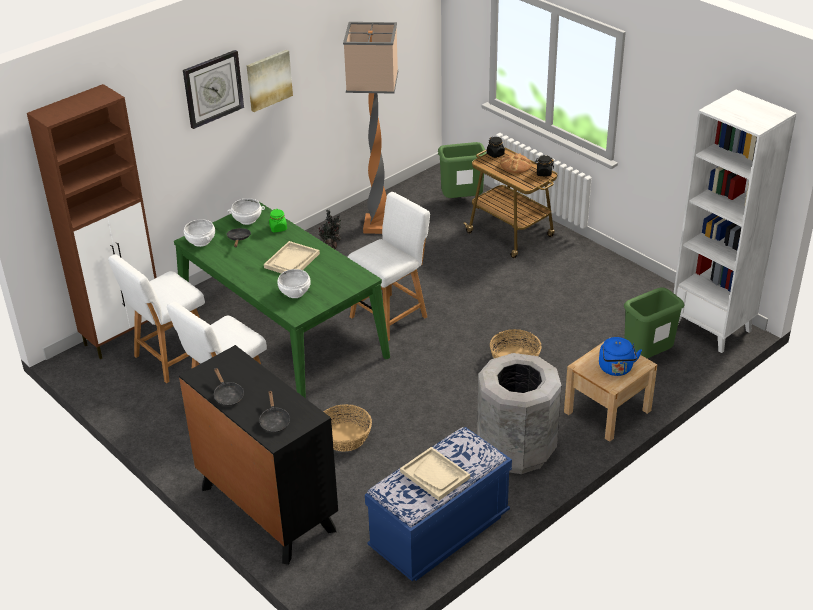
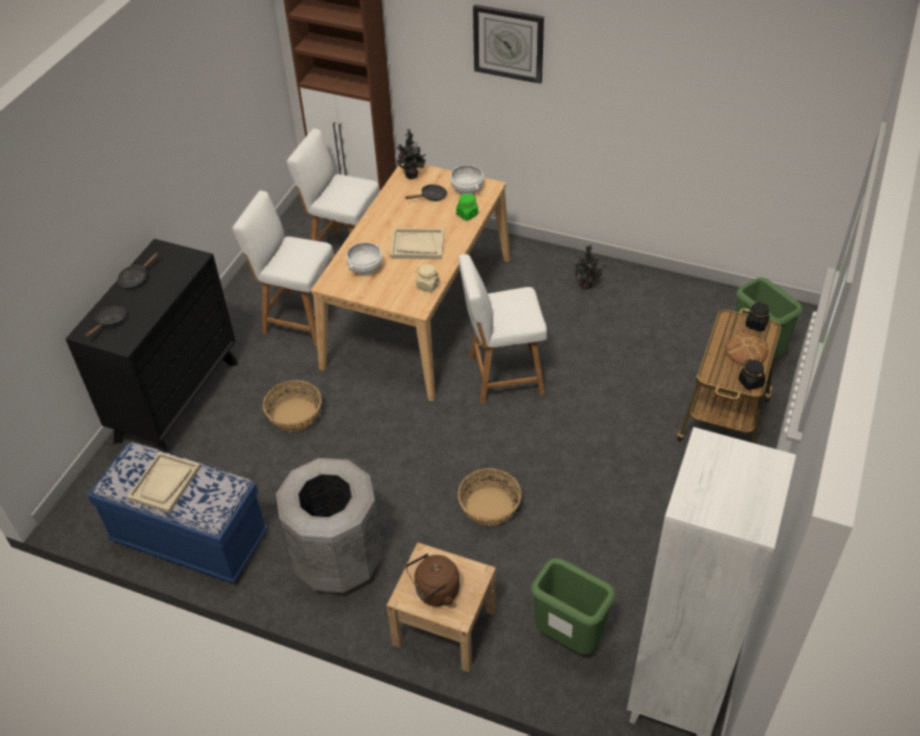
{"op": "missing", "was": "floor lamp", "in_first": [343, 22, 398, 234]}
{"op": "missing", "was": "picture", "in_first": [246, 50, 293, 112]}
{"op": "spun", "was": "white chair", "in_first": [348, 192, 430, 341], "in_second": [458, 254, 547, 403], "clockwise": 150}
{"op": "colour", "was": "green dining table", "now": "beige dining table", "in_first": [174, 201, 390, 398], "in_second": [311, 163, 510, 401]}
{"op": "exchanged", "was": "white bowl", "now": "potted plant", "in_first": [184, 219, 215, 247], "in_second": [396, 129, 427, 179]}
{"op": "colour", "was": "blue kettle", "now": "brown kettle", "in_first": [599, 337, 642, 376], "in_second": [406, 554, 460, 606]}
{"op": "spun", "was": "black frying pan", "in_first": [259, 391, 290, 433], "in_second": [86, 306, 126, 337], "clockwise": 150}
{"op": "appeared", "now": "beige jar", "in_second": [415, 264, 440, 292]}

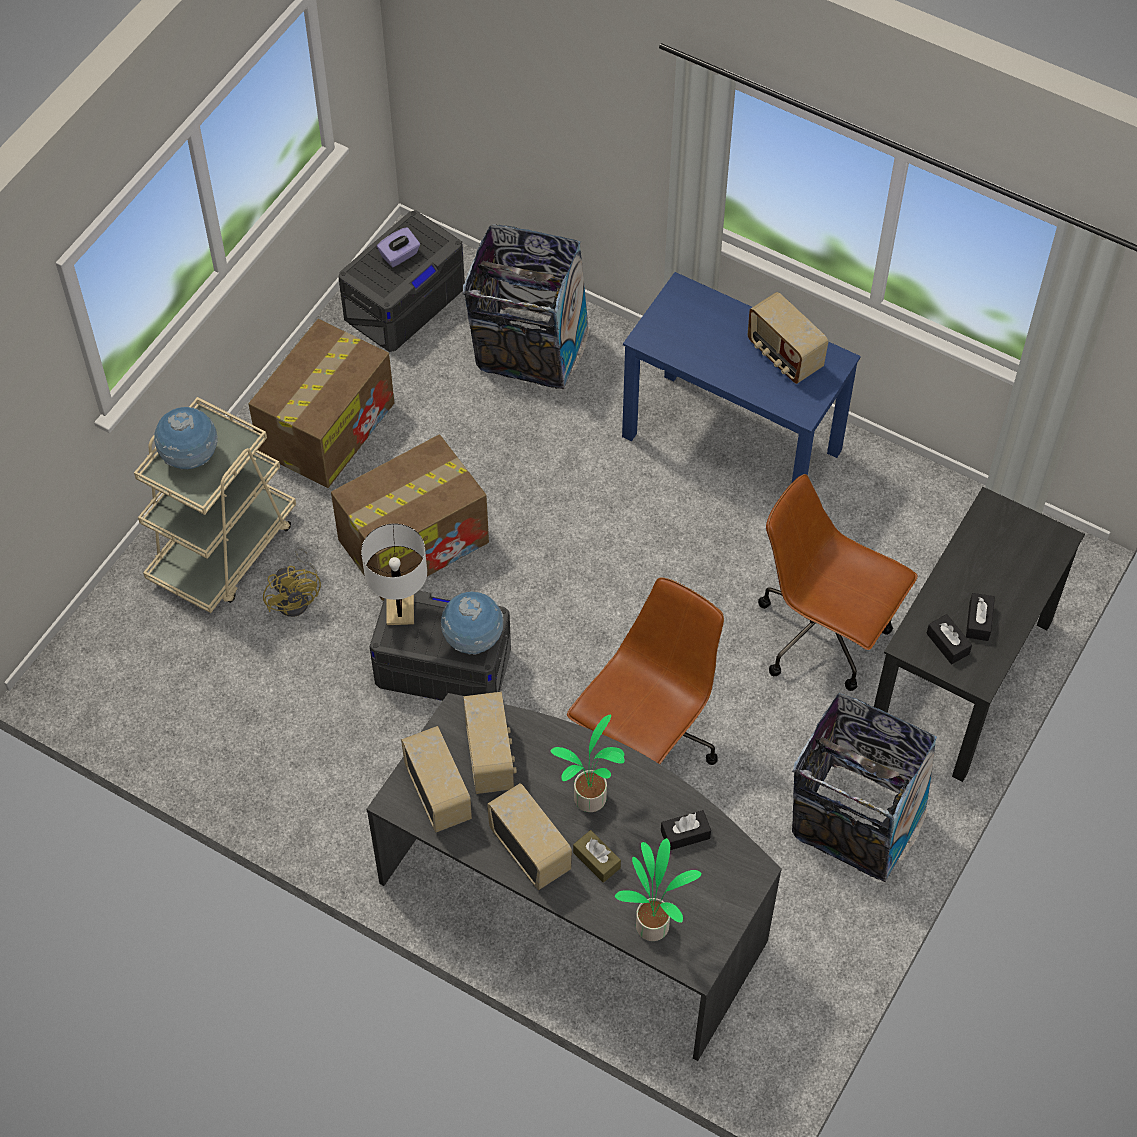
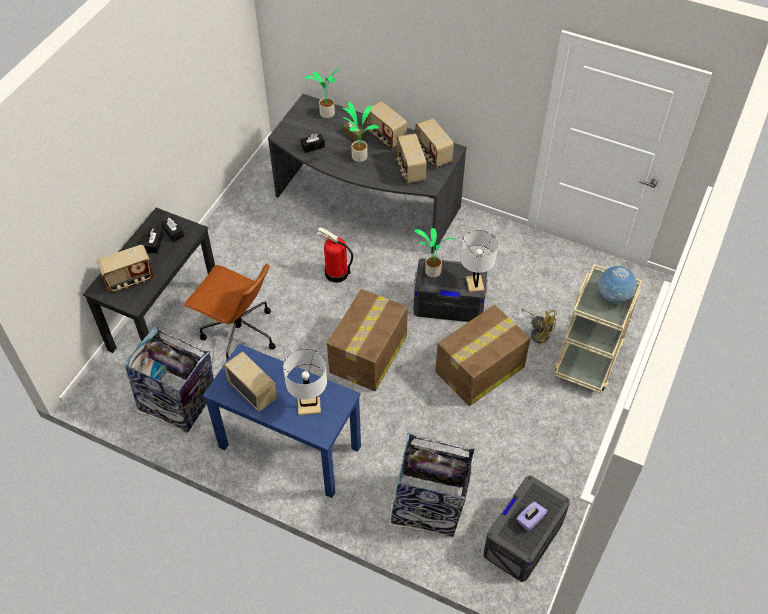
{"op": "relocated", "was": "cardboard box", "in_first": [249, 319, 394, 488], "in_second": [327, 289, 408, 391]}
{"op": "spun", "was": "yellow fan", "in_first": [263, 547, 321, 617], "in_second": [522, 308, 557, 343], "clockwise": 150}
{"op": "exchanged", "was": "brown office chair", "now": "fire extinguisher", "in_first": [567, 578, 724, 765], "in_second": [316, 227, 353, 283]}
{"op": "exchanged", "was": "globe", "now": "potted plant", "in_first": [441, 591, 504, 655], "in_second": [414, 228, 457, 278]}
{"op": "relocated", "was": "trash can", "in_first": [792, 693, 937, 882], "in_second": [124, 326, 214, 433]}
{"op": "appeared", "now": "radio", "in_second": [97, 245, 154, 293]}
{"op": "appeared", "now": "white table lamp", "in_second": [283, 349, 327, 415]}

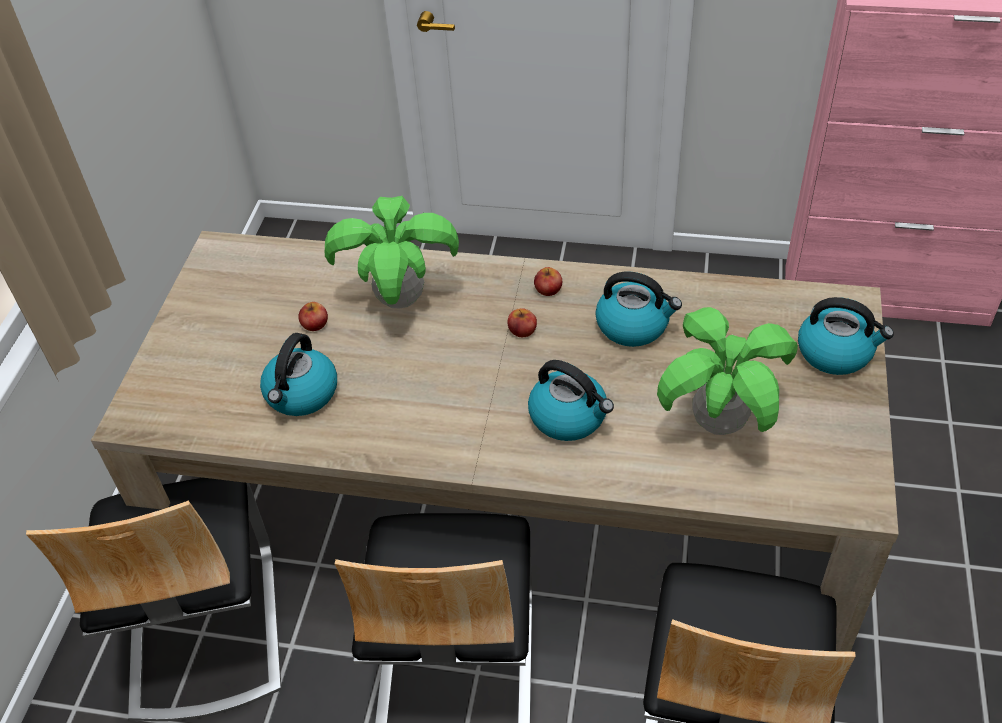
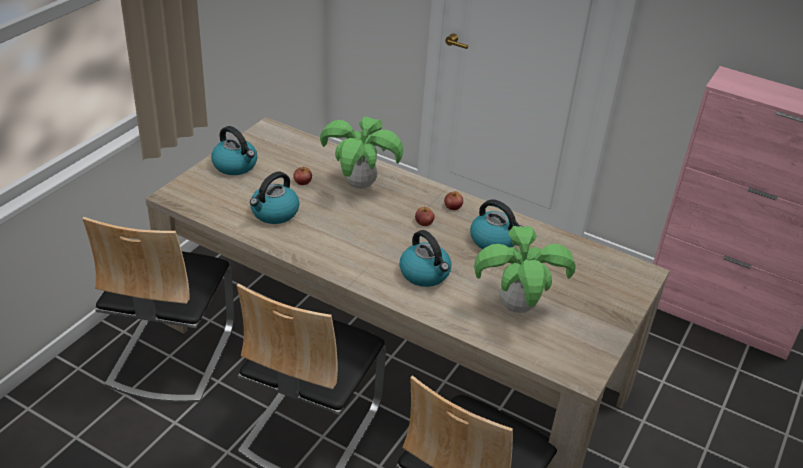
{"op": "relocated", "was": "kettle", "in_first": [798, 297, 894, 375], "in_second": [211, 126, 257, 175]}

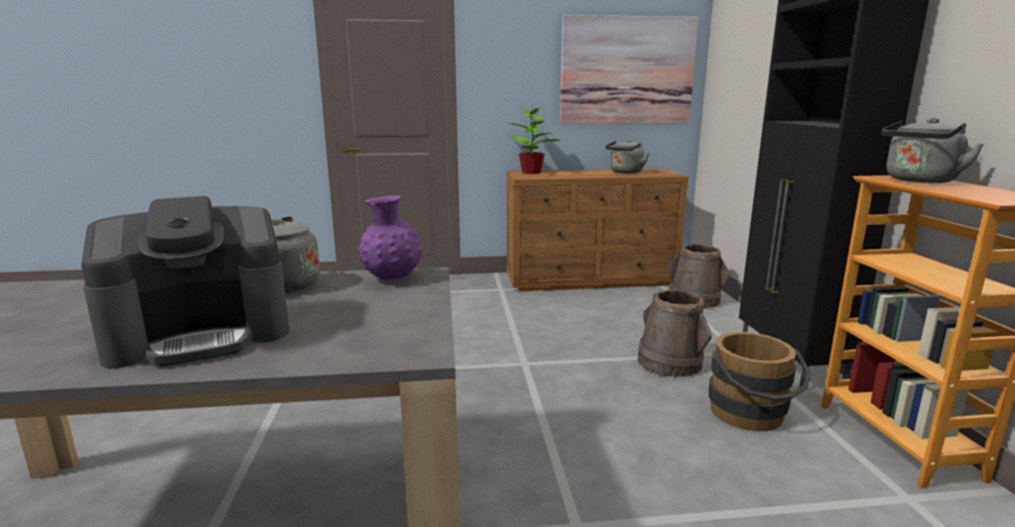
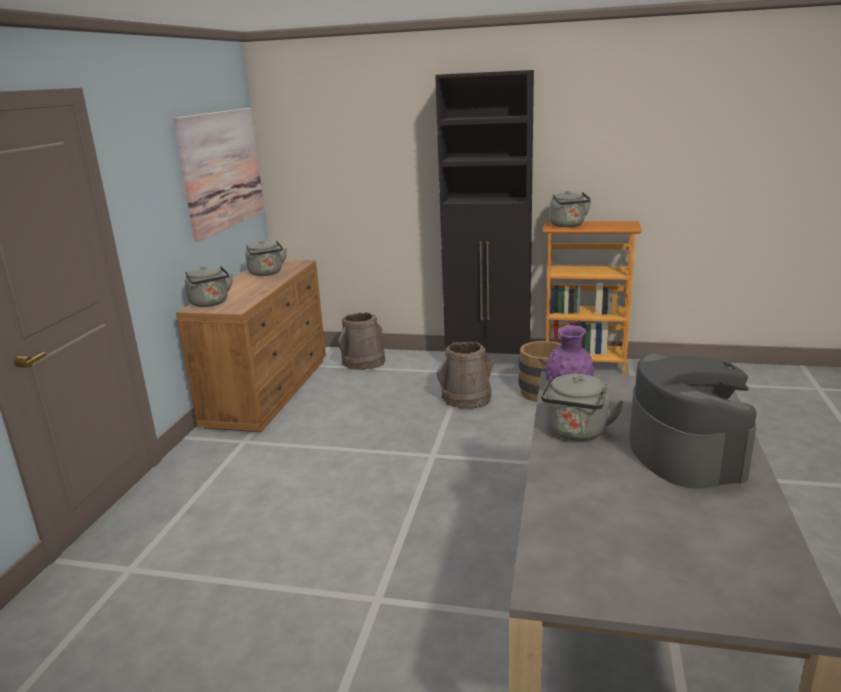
{"op": "exchanged", "was": "potted plant", "now": "grey kettle", "in_first": [507, 107, 560, 174], "in_second": [185, 266, 233, 307]}

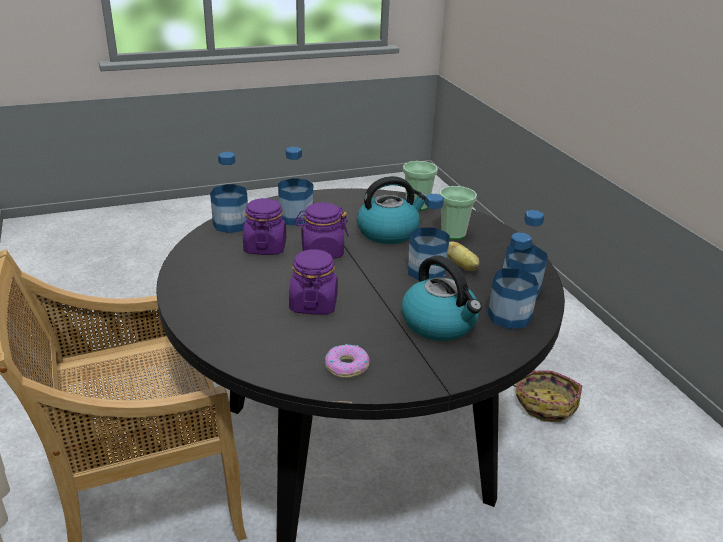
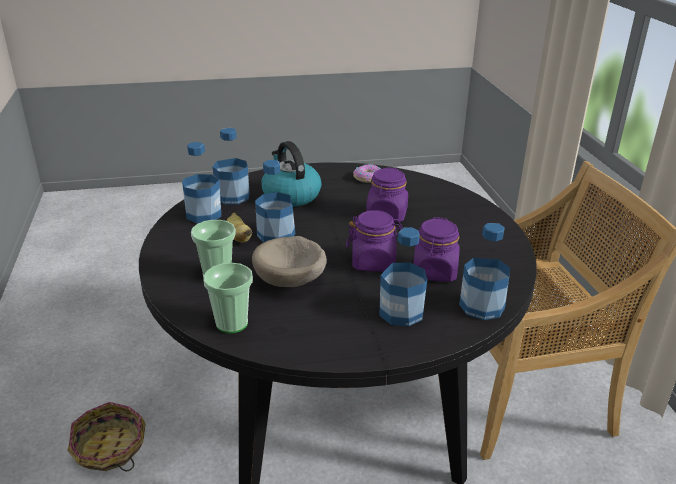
{"op": "exchanged", "was": "kettle", "now": "beige bowl", "in_first": [357, 176, 427, 244], "in_second": [252, 236, 327, 287]}

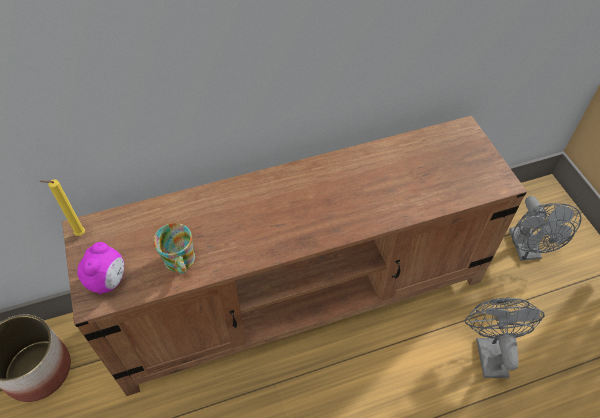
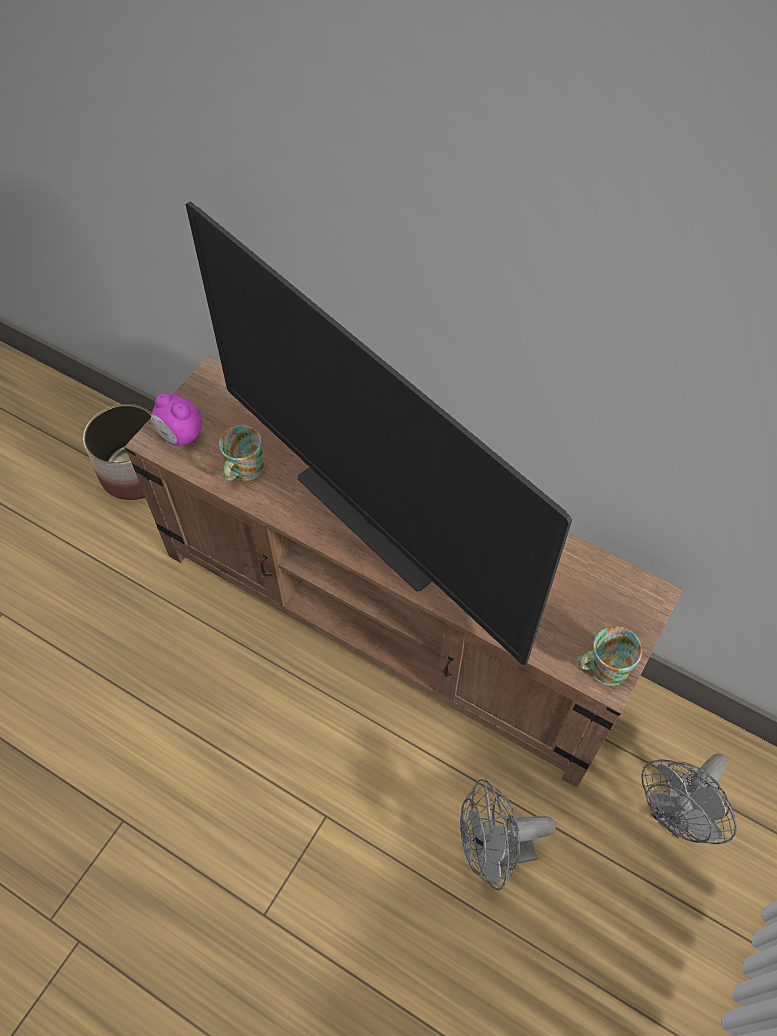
{"op": "missing", "was": "yellow candle", "in_first": [39, 179, 85, 236]}
{"op": "spun", "was": "alarm clock", "in_first": [77, 242, 124, 295], "in_second": [151, 393, 202, 446], "clockwise": 60}
{"op": "spun", "was": "grey fan", "in_first": [465, 297, 545, 378], "in_second": [460, 779, 556, 890], "clockwise": -150}
{"op": "appeared", "now": "television", "in_second": [186, 201, 572, 665]}
{"op": "appeared", "now": "mug", "in_second": [577, 626, 642, 686]}

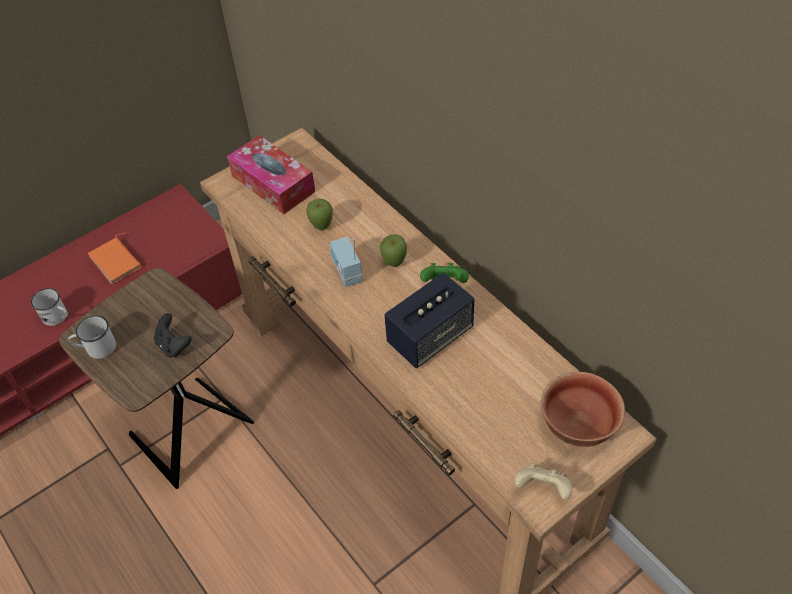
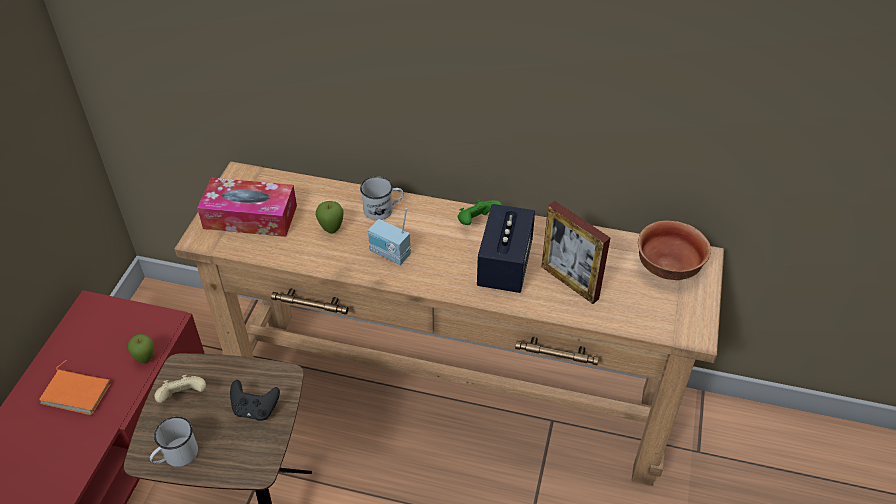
{"op": "relocated", "was": "apple", "in_first": [380, 234, 407, 267], "in_second": [128, 334, 154, 363]}
{"op": "relocated", "was": "white mug", "in_first": [31, 288, 69, 326], "in_second": [360, 177, 404, 220]}
{"op": "relocated", "was": "beige game controller", "in_first": [514, 463, 572, 500], "in_second": [154, 375, 206, 403]}
{"op": "appeared", "now": "picture frame", "in_second": [541, 201, 610, 304]}

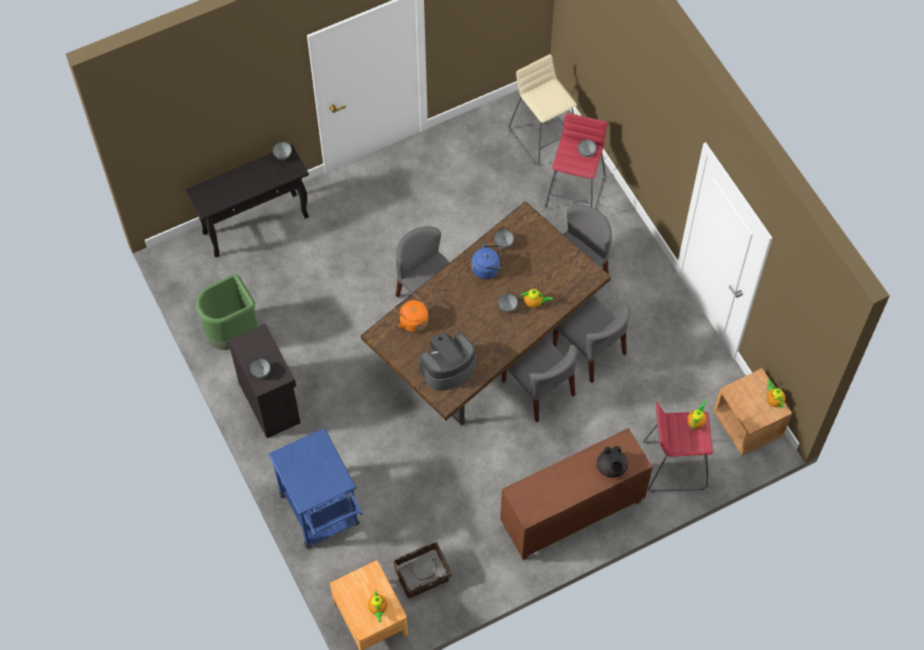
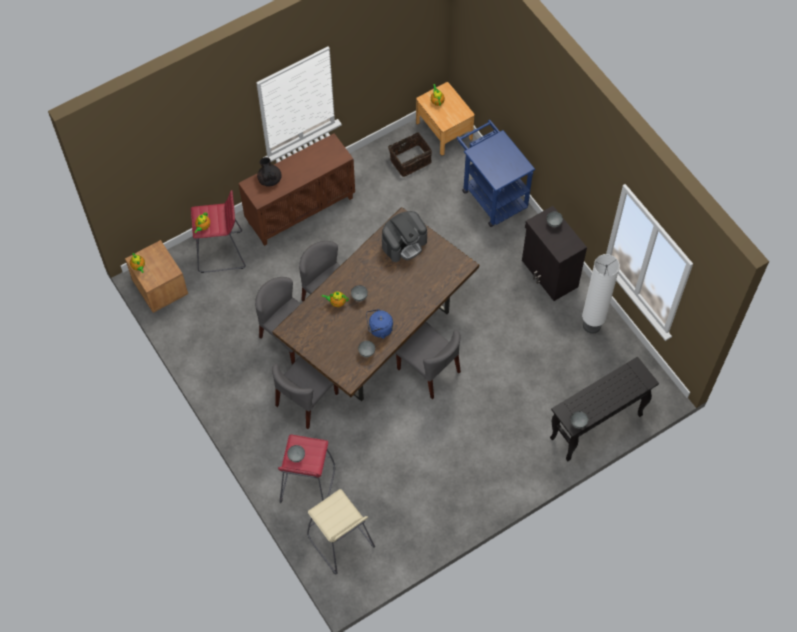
{"op": "exchanged", "was": "green trash can", "now": "white floor lamp", "in_first": [196, 274, 258, 350], "in_second": [582, 254, 620, 334]}
{"op": "missing", "was": "orange kettle", "in_first": [394, 294, 428, 332]}

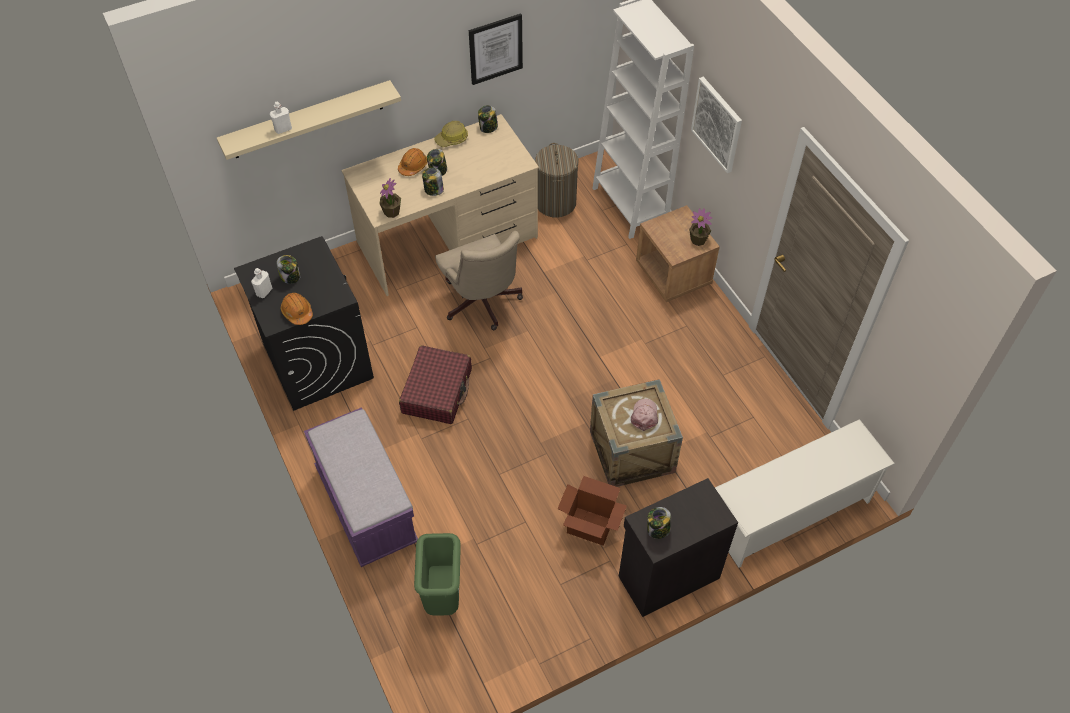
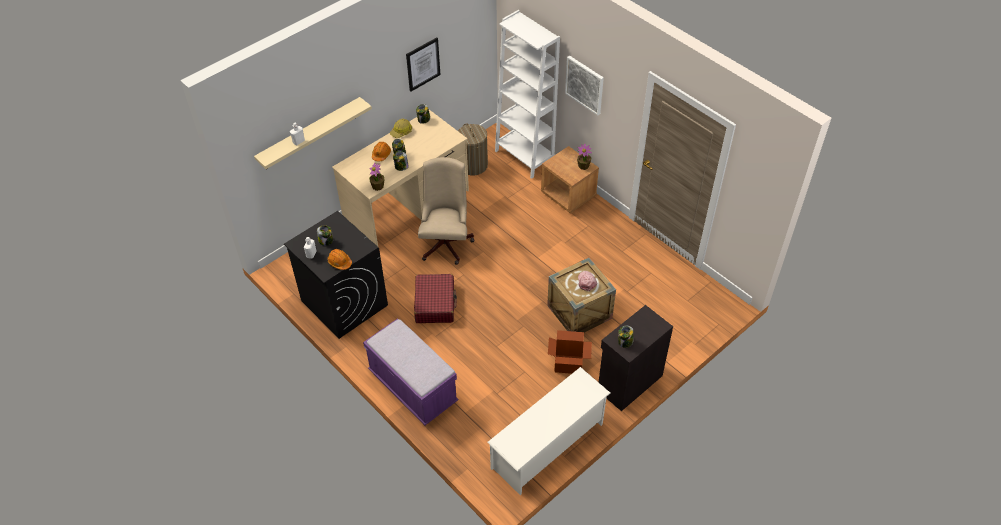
{"op": "spun", "was": "beige office chair", "in_first": [435, 231, 523, 330], "in_second": [418, 157, 474, 265], "clockwise": -135}
{"op": "relocated", "was": "white shoe rack", "in_first": [715, 419, 895, 567], "in_second": [487, 367, 610, 495]}
{"op": "missing", "was": "green trash can", "in_first": [414, 533, 461, 616]}

